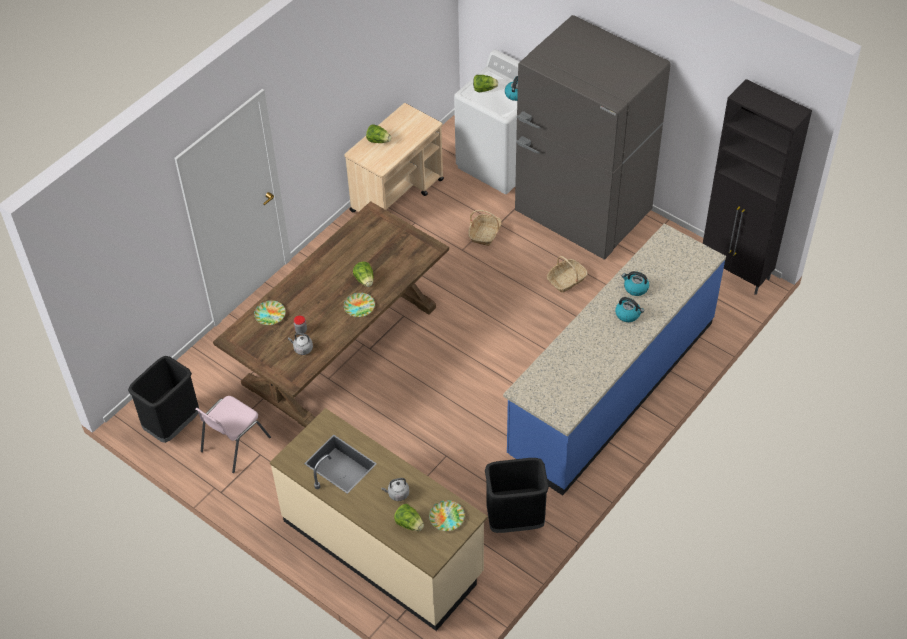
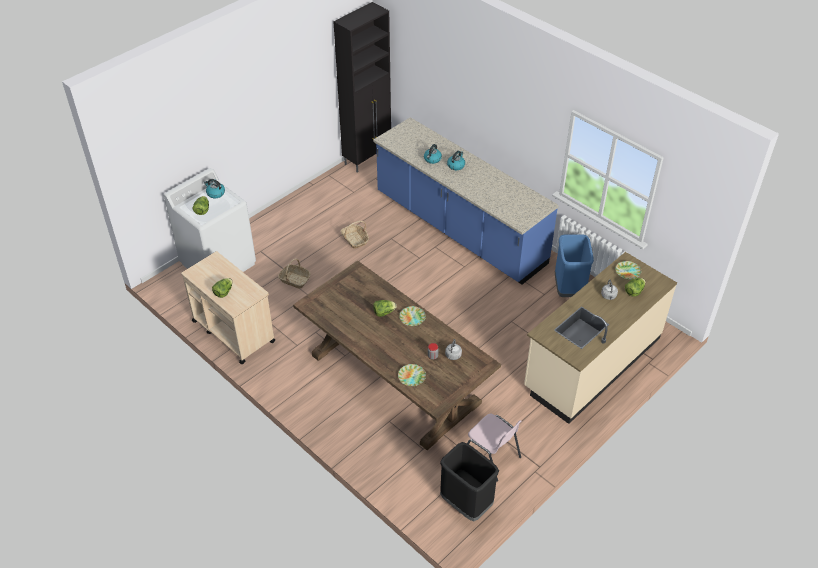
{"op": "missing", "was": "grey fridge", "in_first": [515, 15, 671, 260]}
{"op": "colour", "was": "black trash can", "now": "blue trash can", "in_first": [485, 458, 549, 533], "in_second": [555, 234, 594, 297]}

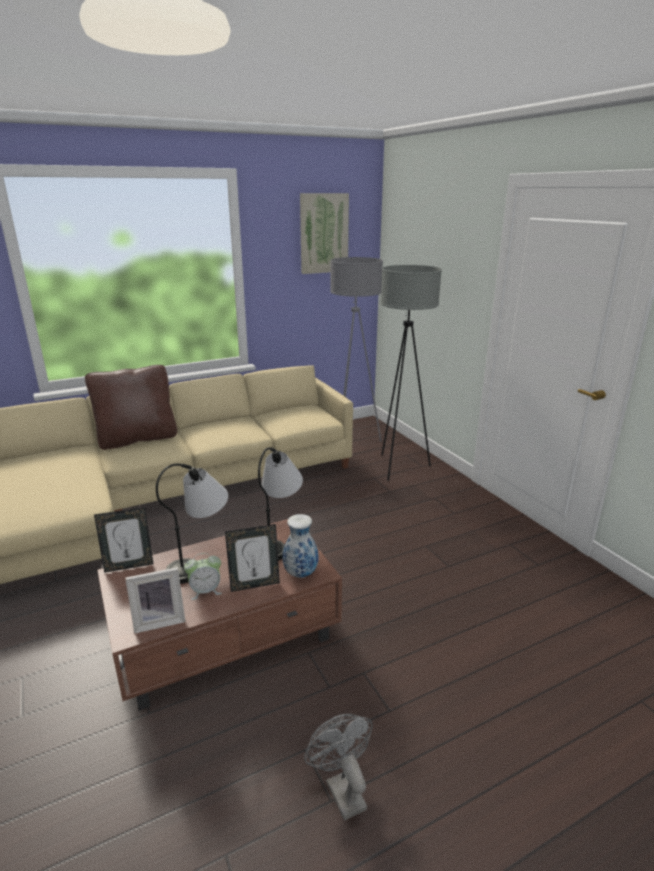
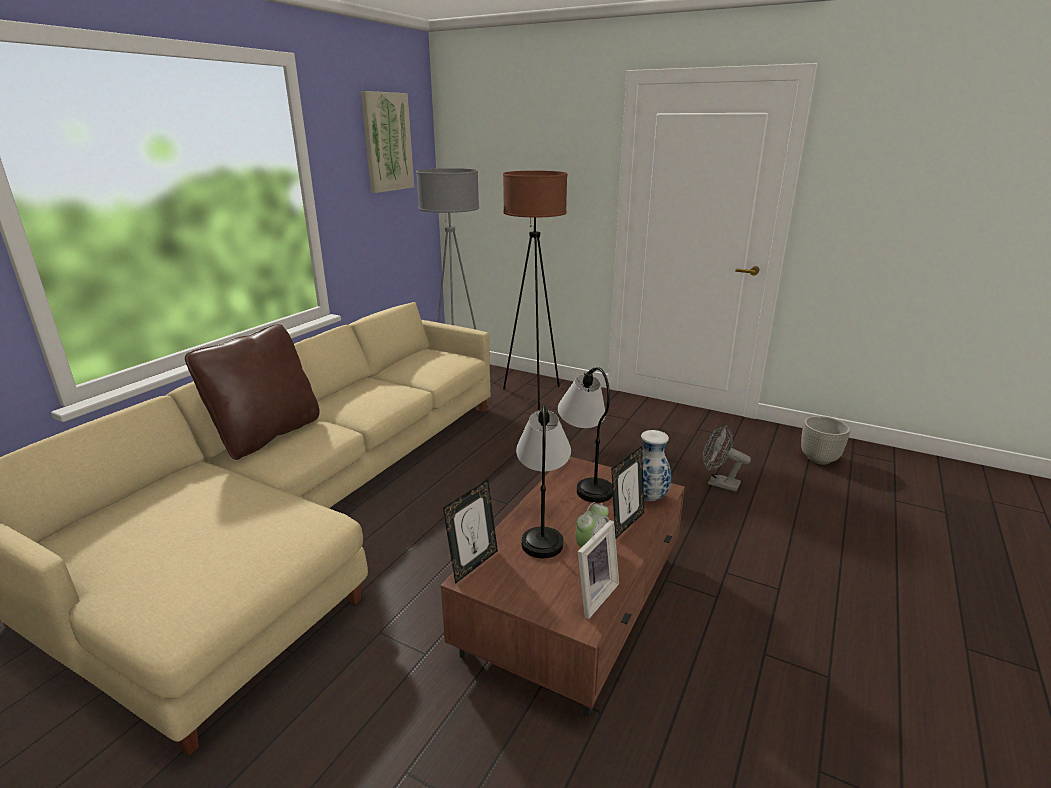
{"op": "colour", "was": "grey floor lamp", "now": "brown floor lamp", "in_first": [381, 265, 442, 481], "in_second": [503, 171, 568, 410]}
{"op": "relocated", "was": "grey fan", "in_first": [304, 714, 373, 821], "in_second": [703, 425, 751, 492]}
{"op": "appeared", "now": "grey planter", "in_second": [801, 416, 850, 465]}

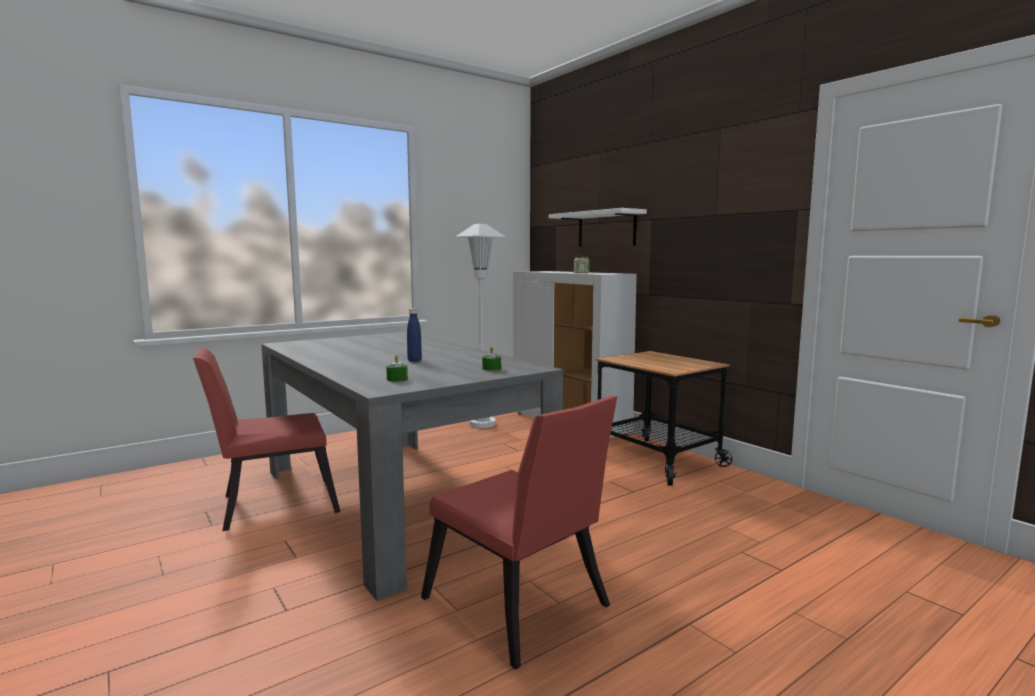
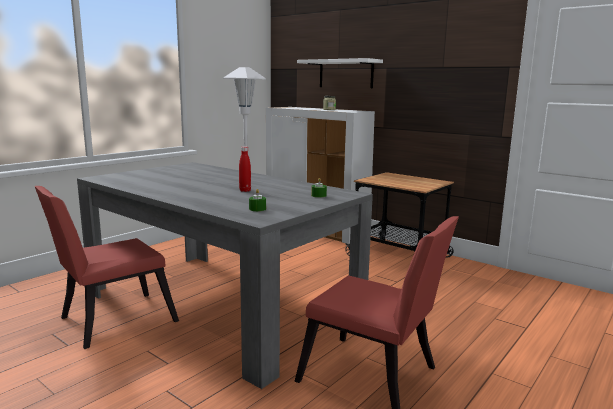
{"op": "colour", "was": "blue bottle", "now": "red bottle", "in_first": [407, 308, 422, 362], "in_second": [239, 146, 251, 192]}

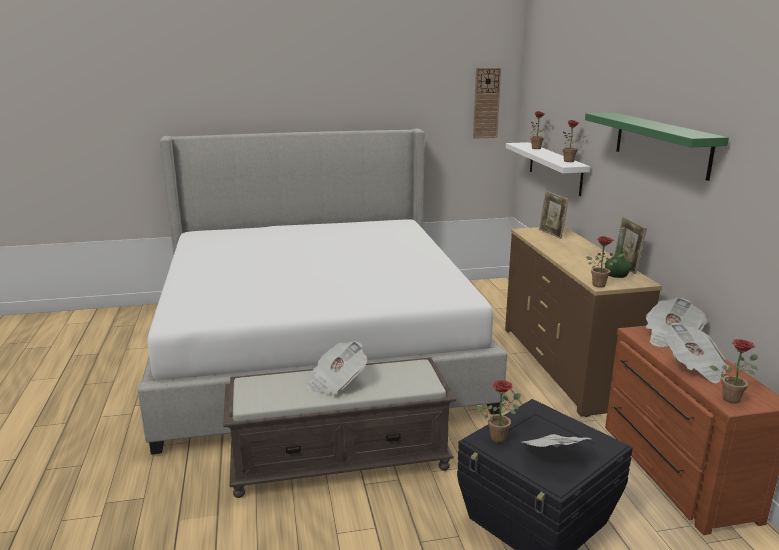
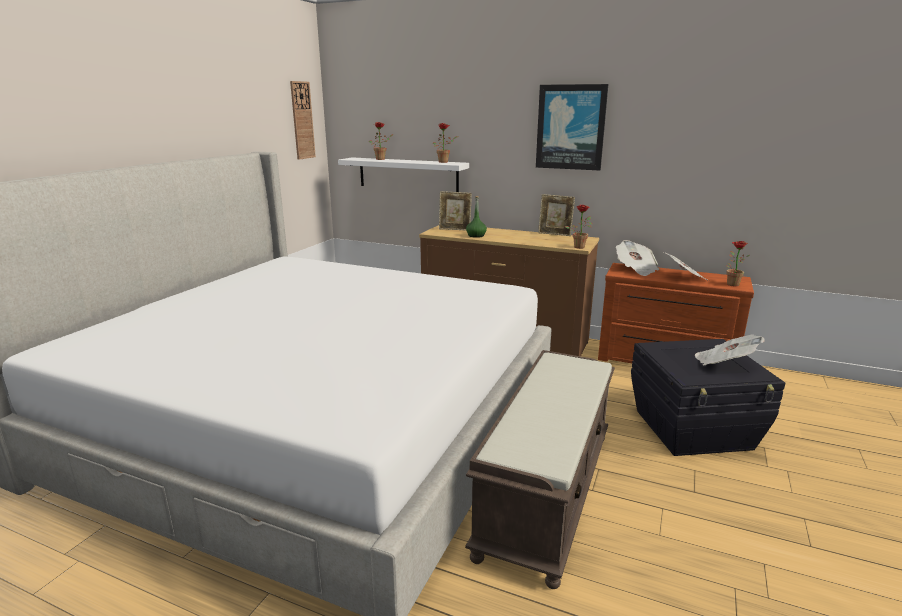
{"op": "exchanged", "was": "green shelf", "now": "picture", "in_first": [585, 113, 729, 181], "in_second": [536, 84, 608, 170]}
{"op": "relocated", "was": "green bottle", "in_first": [605, 227, 632, 278], "in_second": [466, 196, 487, 238]}
{"op": "missing", "was": "newspaper", "in_first": [306, 341, 367, 395]}
{"op": "missing", "was": "potted plant", "in_first": [476, 380, 521, 443]}

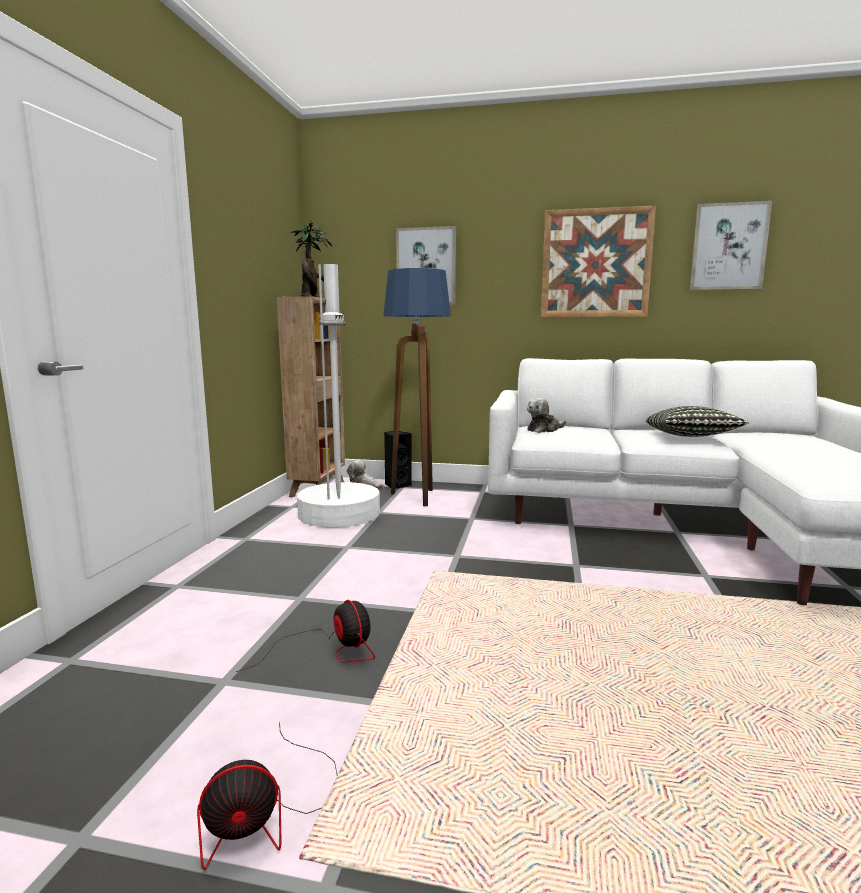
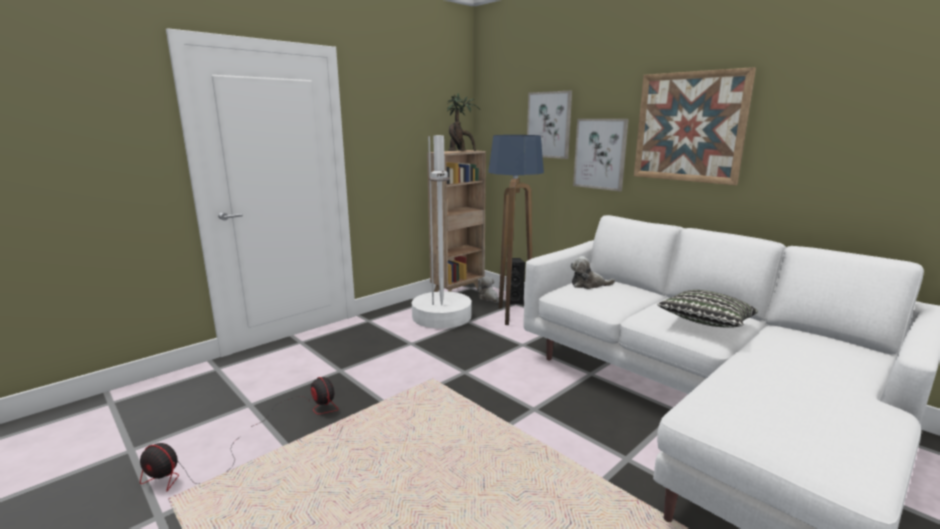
{"op": "relocated", "was": "picture", "in_first": [690, 201, 772, 290], "in_second": [573, 119, 629, 191]}
{"op": "spun", "was": "fan", "in_first": [236, 600, 375, 672], "in_second": [251, 377, 338, 427], "clockwise": -45}

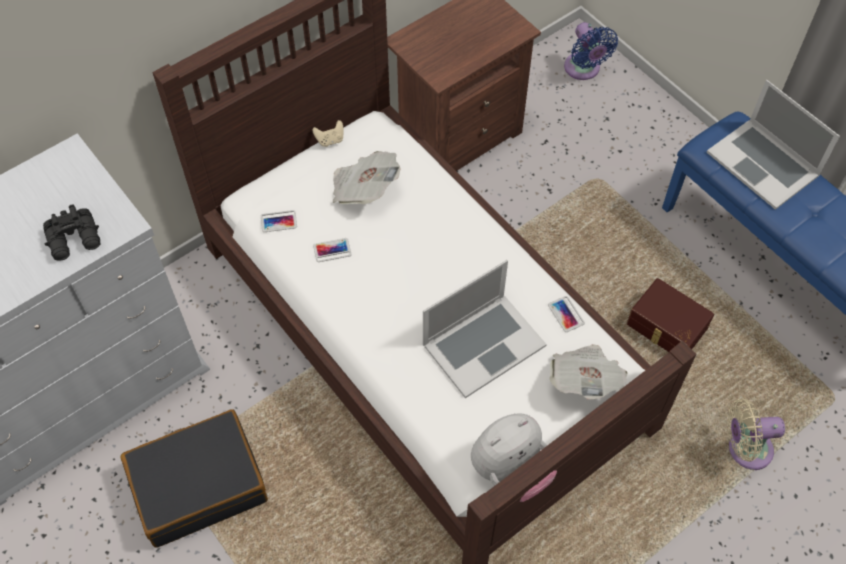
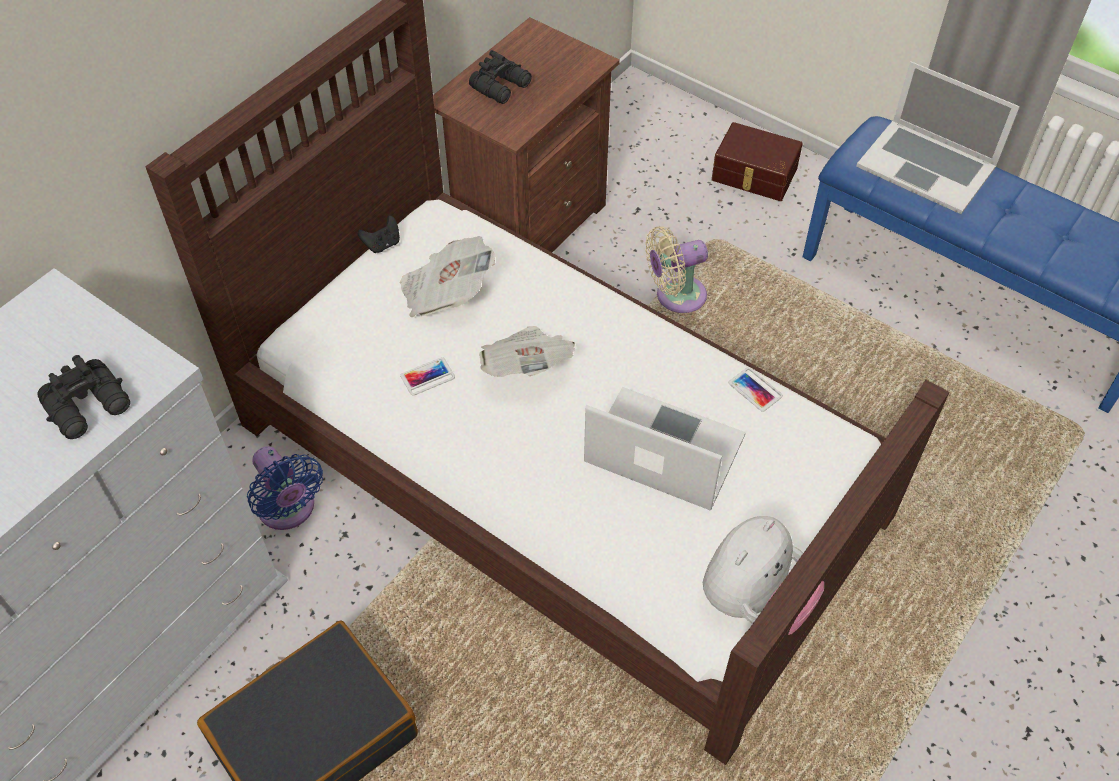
{"op": "relocated", "was": "blue fan", "in_first": [564, 22, 618, 80], "in_second": [247, 446, 323, 530]}
{"op": "colour", "was": "beige game controller", "now": "black game controller", "in_first": [312, 120, 344, 147], "in_second": [358, 215, 400, 253]}
{"op": "missing", "was": "phone", "in_first": [261, 210, 297, 232]}
{"op": "spun", "was": "laptop", "in_first": [423, 260, 547, 398], "in_second": [584, 387, 746, 510], "clockwise": -105}
{"op": "relocated", "was": "brown storage box", "in_first": [627, 278, 714, 352], "in_second": [712, 122, 803, 201]}
{"op": "relocated", "was": "newspaper", "in_first": [549, 344, 628, 400], "in_second": [479, 326, 576, 377]}
{"op": "relocated", "was": "beige fan", "in_first": [728, 398, 785, 470], "in_second": [645, 226, 708, 313]}
{"op": "appeared", "now": "black binoculars", "in_second": [469, 50, 532, 104]}

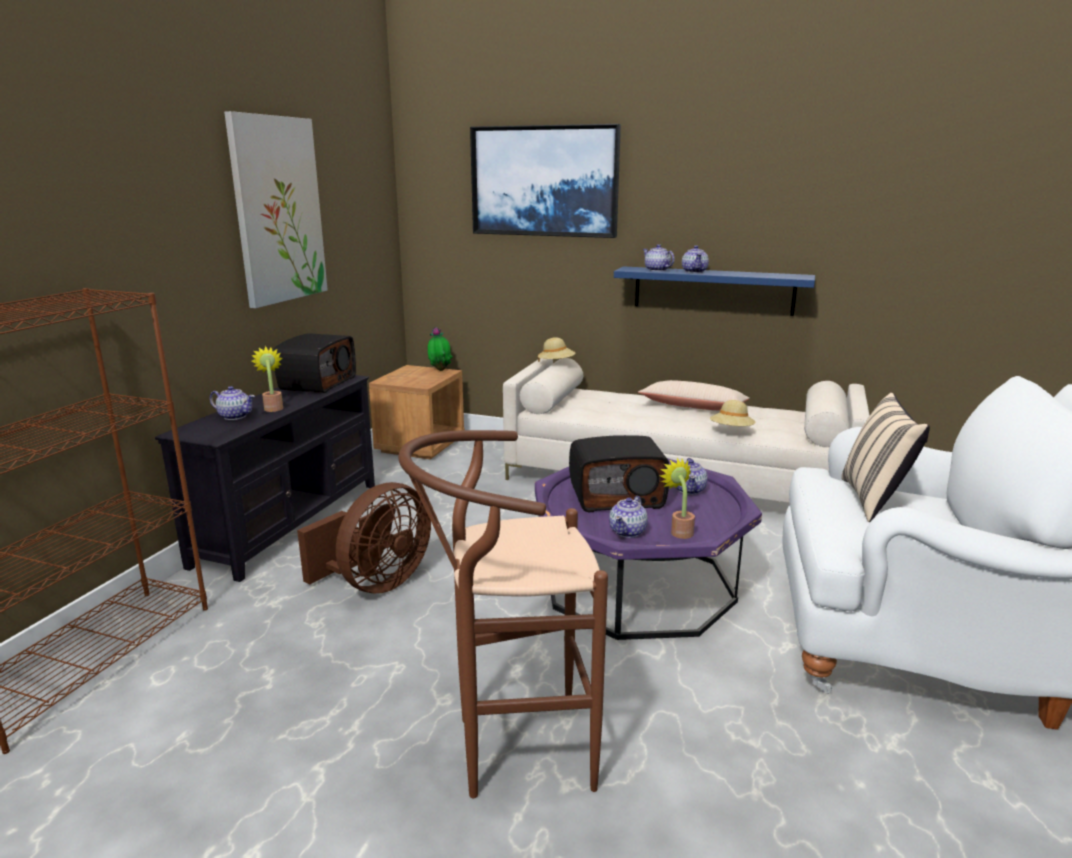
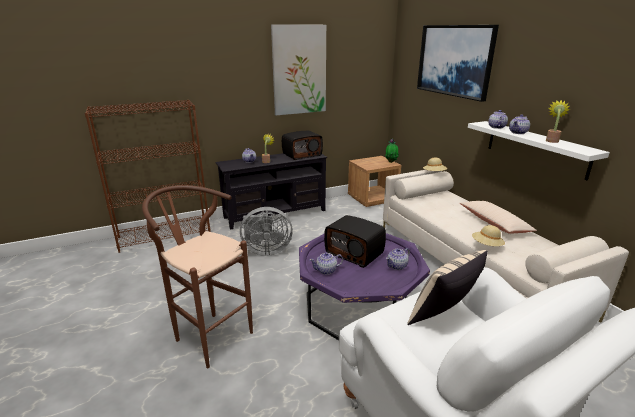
{"op": "colour", "was": "blue shelf", "now": "white shelf", "in_first": [614, 266, 815, 316], "in_second": [468, 121, 610, 180]}
{"op": "relocated", "was": "potted plant", "in_first": [659, 458, 695, 539], "in_second": [546, 100, 570, 143]}
{"op": "colour", "was": "brown fan", "now": "grey fan", "in_first": [297, 482, 431, 593], "in_second": [240, 207, 293, 256]}

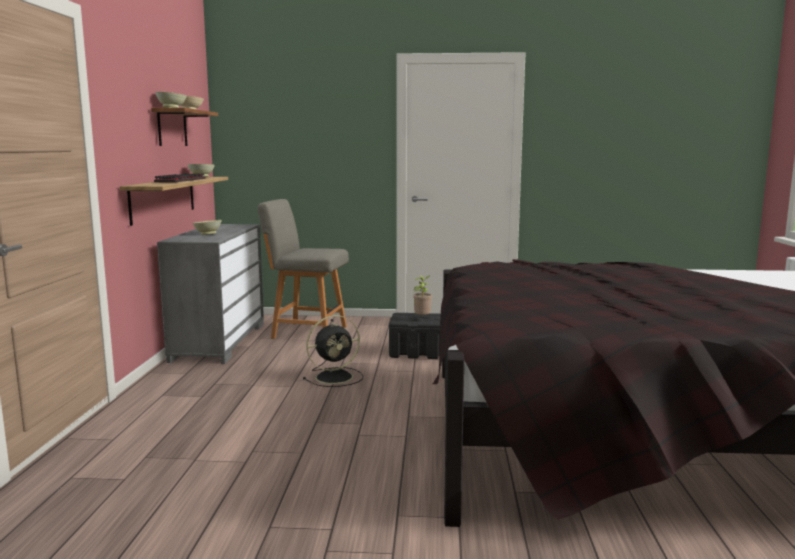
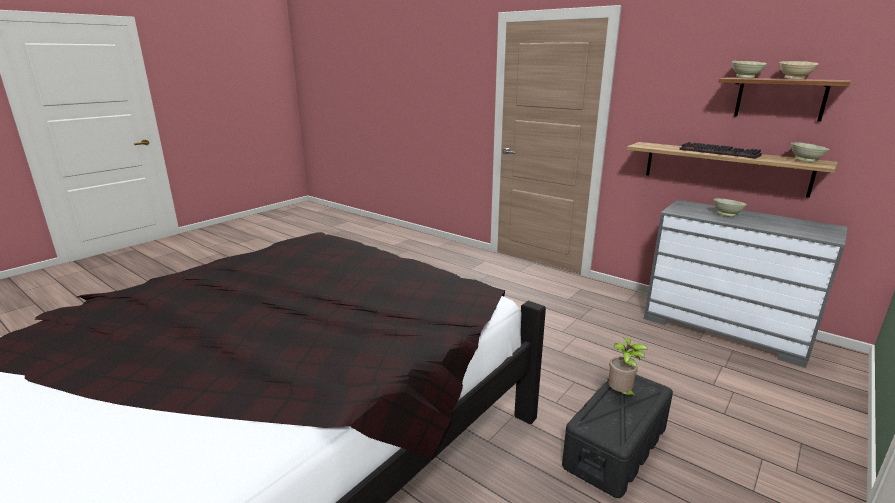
{"op": "missing", "was": "grey chair", "in_first": [258, 199, 349, 339]}
{"op": "missing", "was": "black fan", "in_first": [303, 315, 363, 387]}

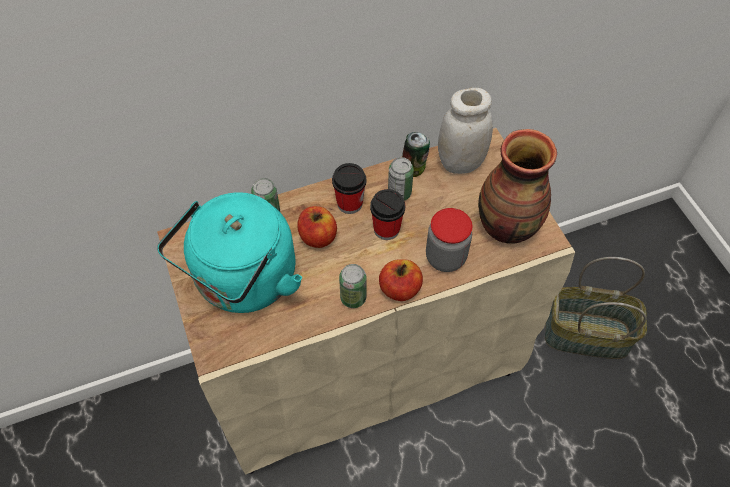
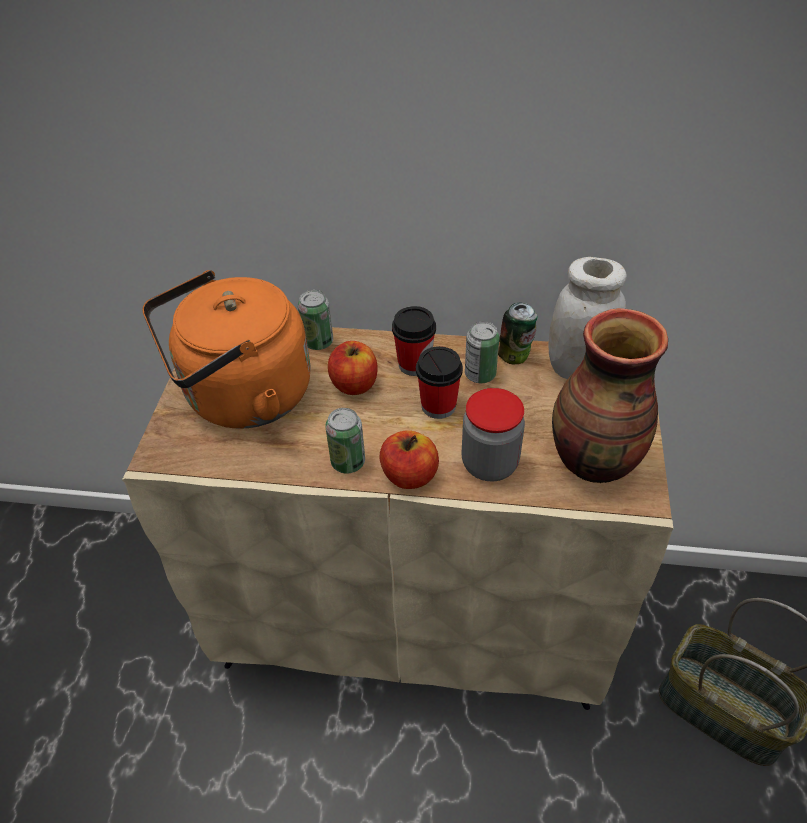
{"op": "colour", "was": "turquoise kettle", "now": "orange kettle", "in_first": [157, 192, 302, 313], "in_second": [142, 270, 311, 429]}

